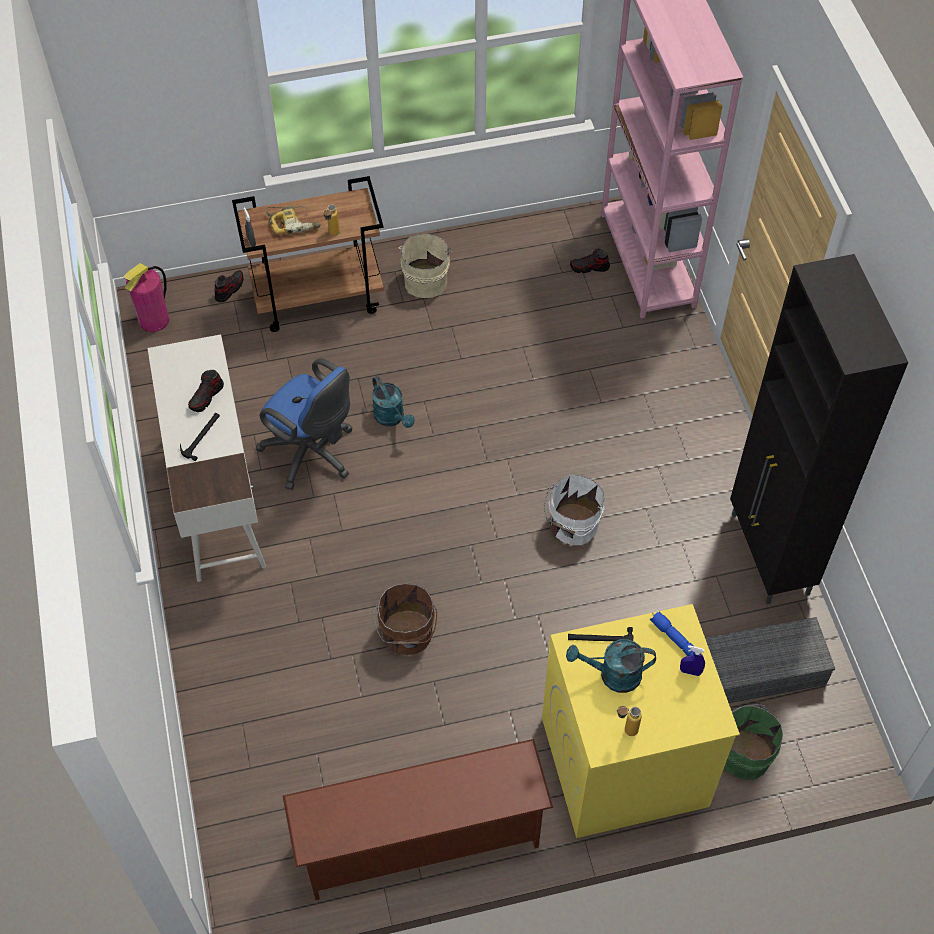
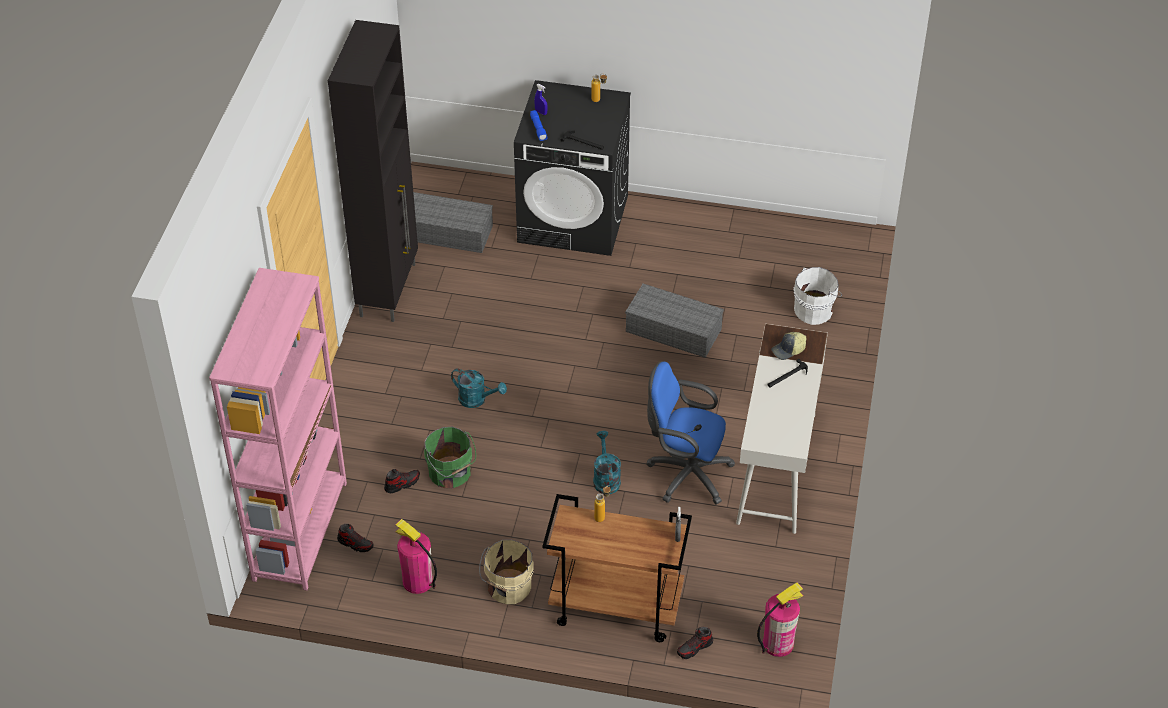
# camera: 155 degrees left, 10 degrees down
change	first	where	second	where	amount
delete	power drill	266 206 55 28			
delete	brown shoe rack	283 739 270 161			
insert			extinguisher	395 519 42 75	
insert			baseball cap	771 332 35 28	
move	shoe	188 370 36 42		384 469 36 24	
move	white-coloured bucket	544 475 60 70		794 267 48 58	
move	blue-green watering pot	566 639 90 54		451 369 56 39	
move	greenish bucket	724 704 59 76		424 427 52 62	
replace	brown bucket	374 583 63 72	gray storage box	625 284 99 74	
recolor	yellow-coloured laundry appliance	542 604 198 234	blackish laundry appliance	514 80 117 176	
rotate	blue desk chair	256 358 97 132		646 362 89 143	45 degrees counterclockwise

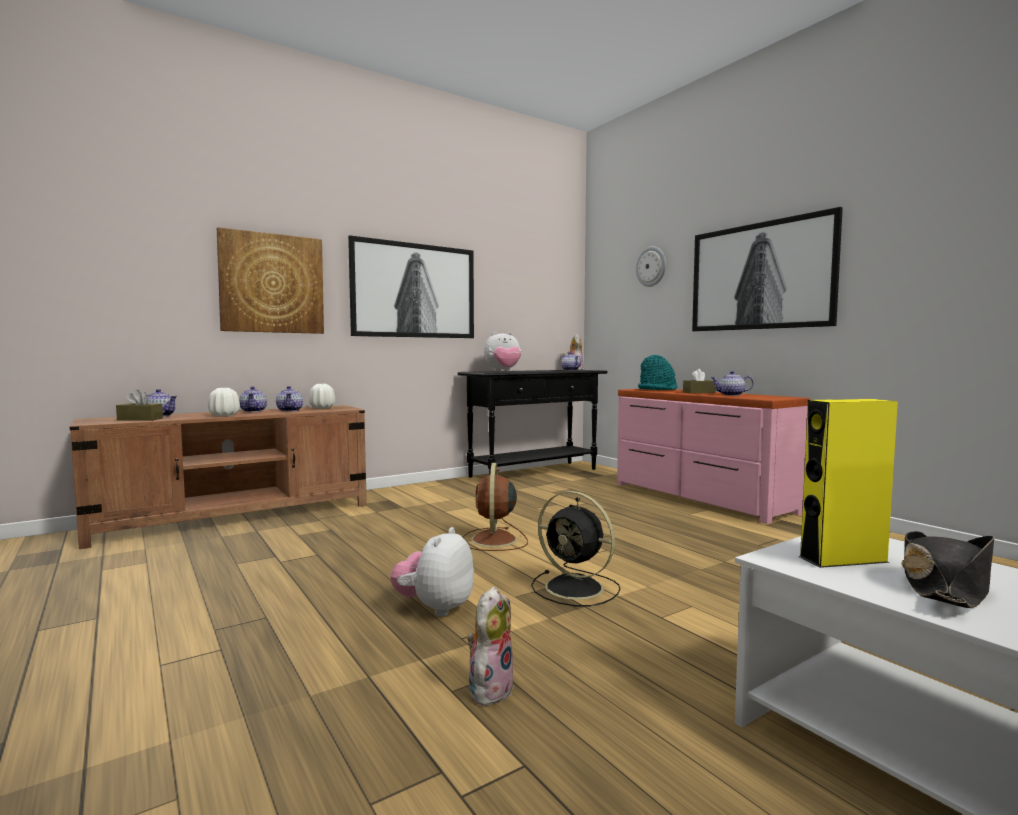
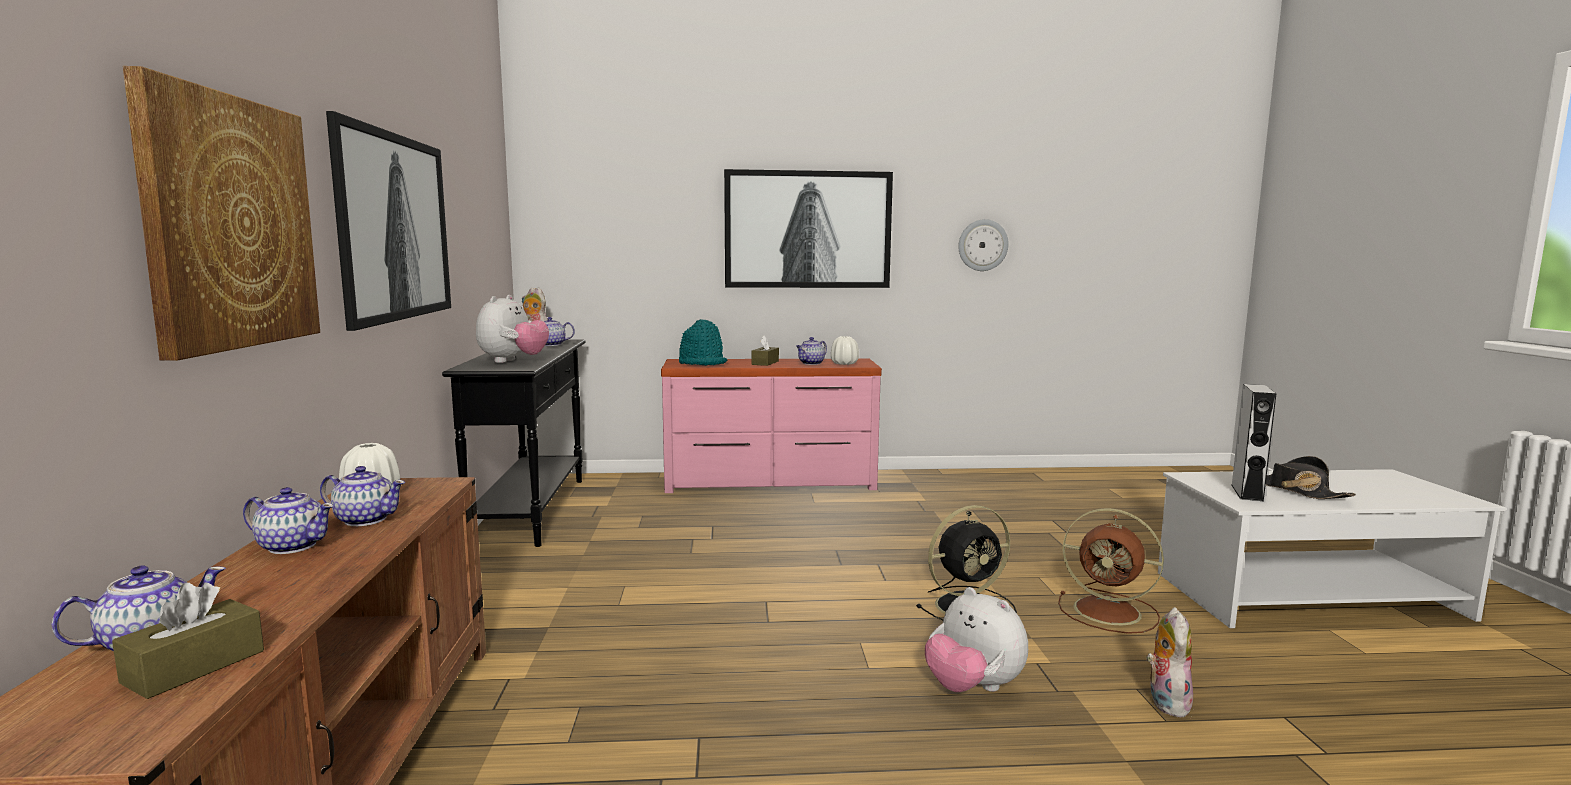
# camera: 60 degrees left, 5 degrees up
change	first	where	second	where	amount
move	white-coloured vase	208 388 32 28		831 336 28 29	
move	brown cooling fan	463 463 65 88		1058 508 106 126	
move	wall clock	636 246 30 41		958 219 51 52	
recolor	yellow-coloured speaker	798 399 100 169	gray speaker	1231 384 46 117	
rotate	plush toy	467 587 47 119		1146 607 47 110	45 degrees clockwise

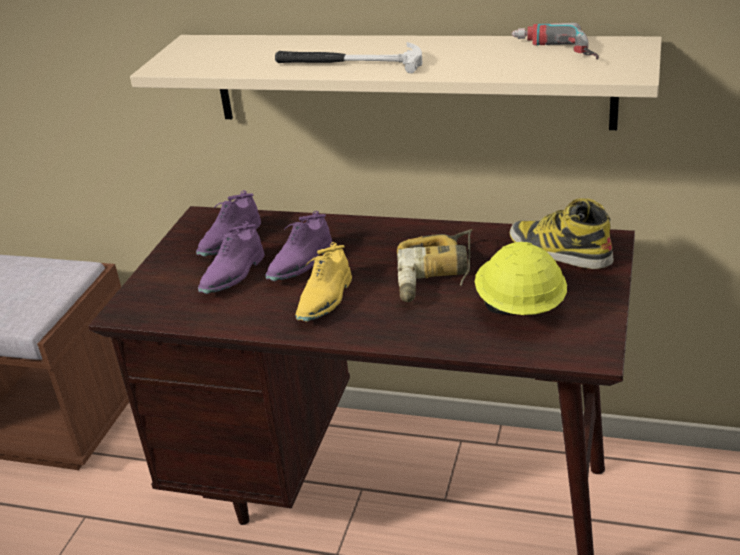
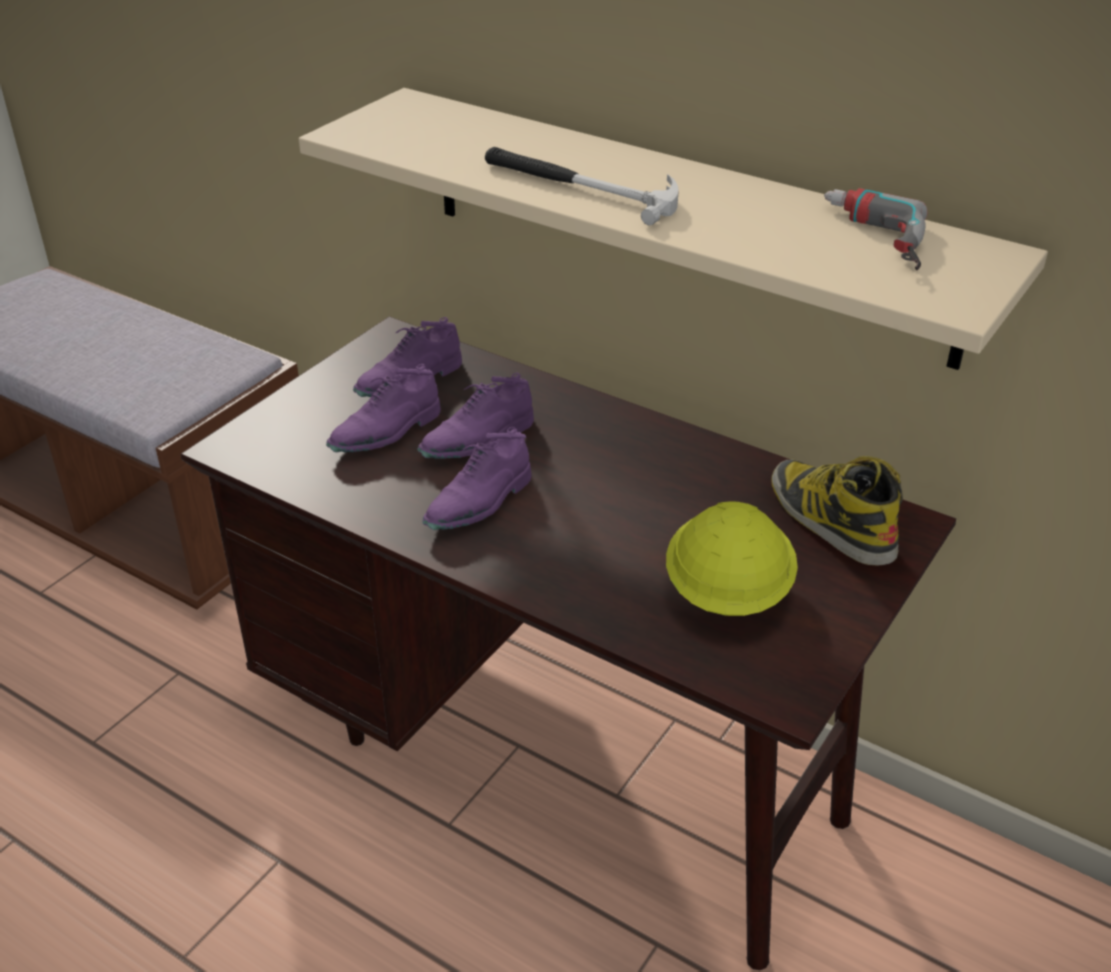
# camera: 15 degrees right, 5 degrees up
change	first	where	second	where	amount
delete	power drill	397 229 75 73			
recolor	yellow-coloured shoe	296 242 56 80	purplish shoe	423 427 109 103	

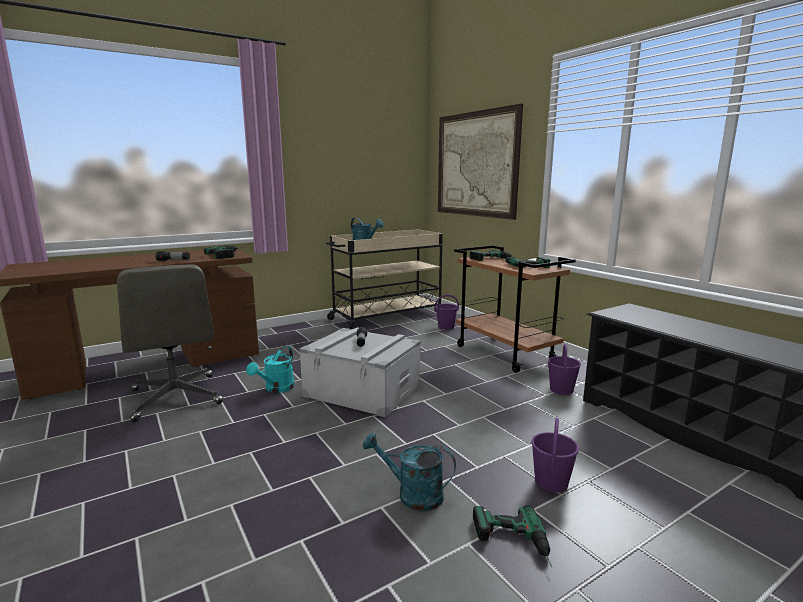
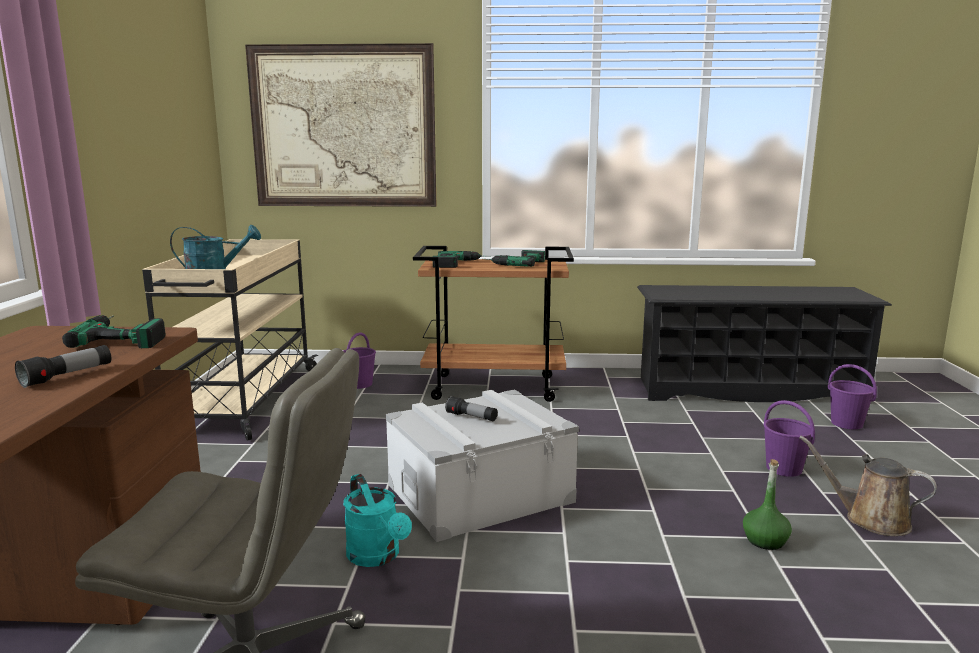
# camera: 55 degrees left, 0 degrees up
change	first	where	second	where	amount
move	purplish bucket	548 344 33 51		828 364 49 65	
replace	blue-green watering pot	362 432 94 79	greenish bottle	743 459 49 91	
replace	power drill	473 505 79 63	brown watering pot	799 436 138 100	

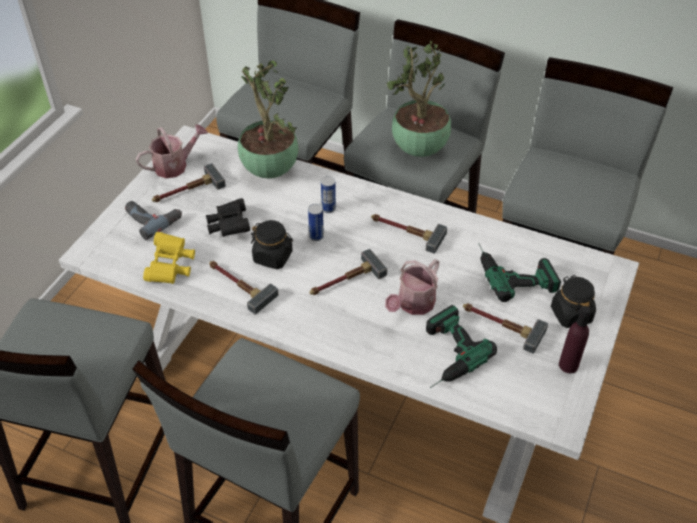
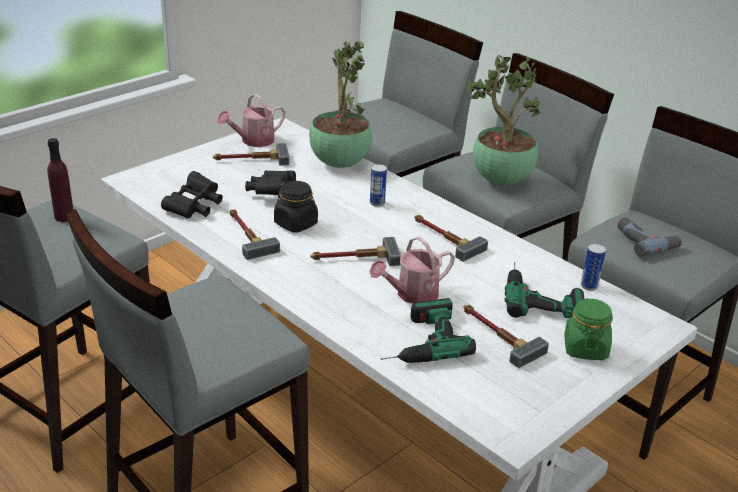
# camera: 20 degrees right, 15 degrees down
change	first	where	second	where	amount
move	power drill	125 201 57 39		617 217 66 40	
move	sealed can	308 204 16 37		581 244 25 47	
move	purplish bottle	559 306 32 67		48 138 25 84	
recolor	yellow-coloured binoculars	143 232 52 52	blackish binoculars	161 171 62 48	
recolor	blackish jar	551 275 45 53	greenish jar	564 298 49 62	
rotate	watering pot	136 124 72 54		217 94 69 53	150 degrees clockwise

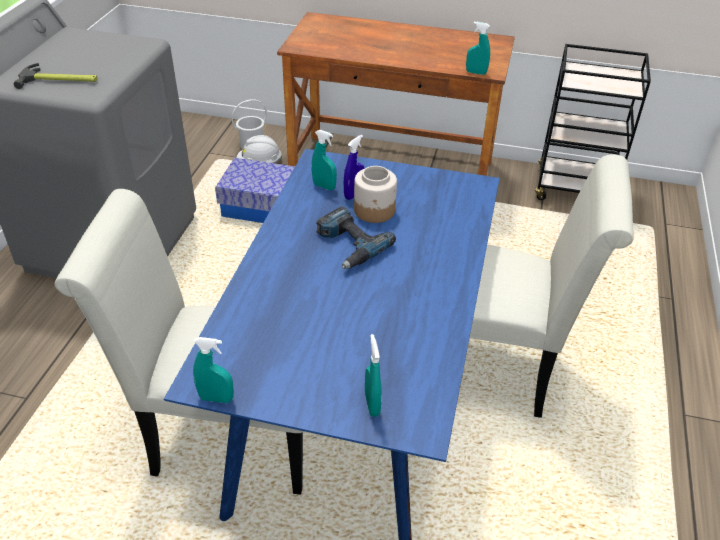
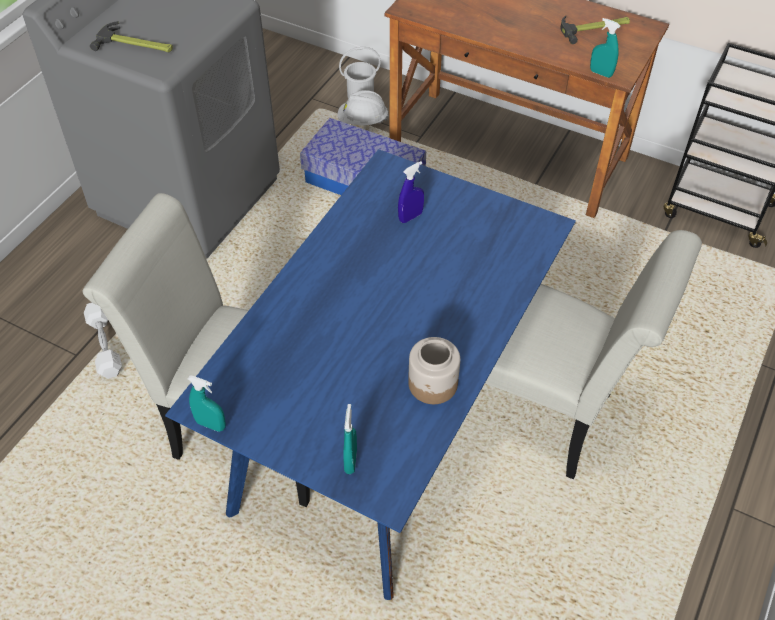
# camera: 15 degrees right, 10 degrees up
change	first	where	second	where	amount
delete	blue-green spray bottle	311 130 26 60			
delete	power drill	316 207 80 62			
insert			white-coloured free weight	84 303 38 76	
insert			hammer	560 16 70 28	
move	jar	354 166 43 57		408 337 52 67	

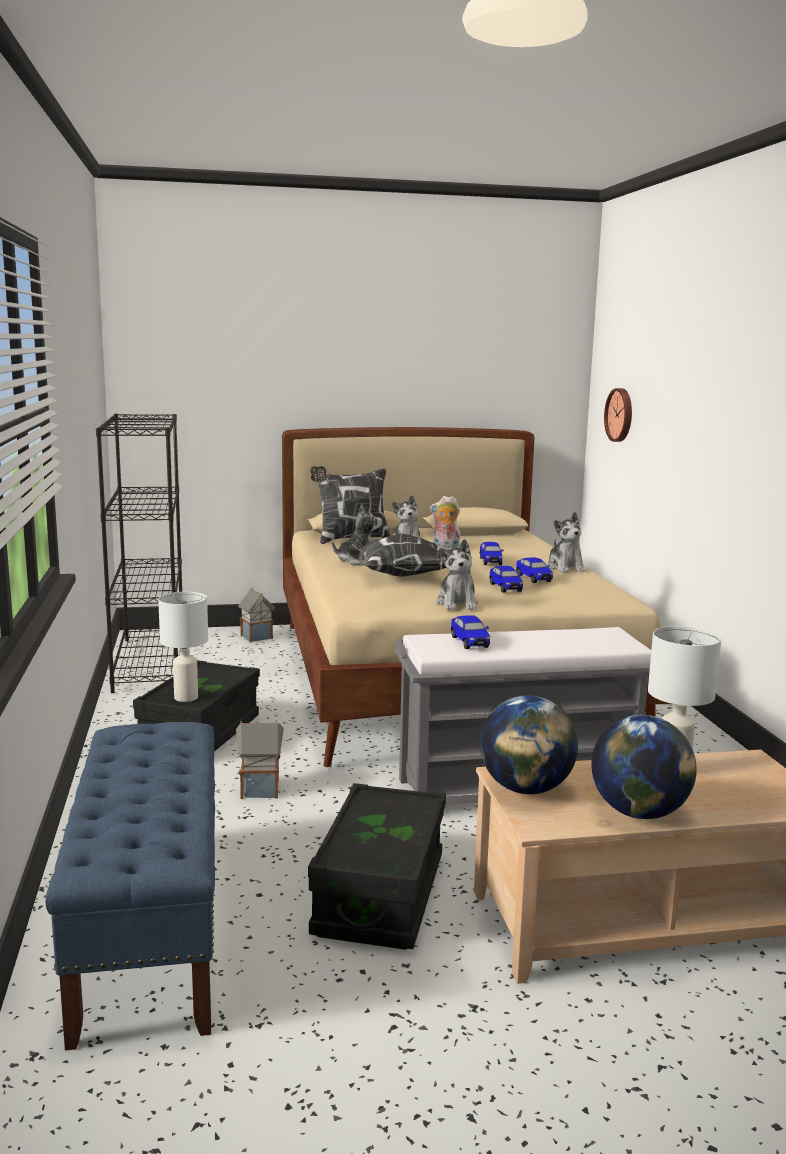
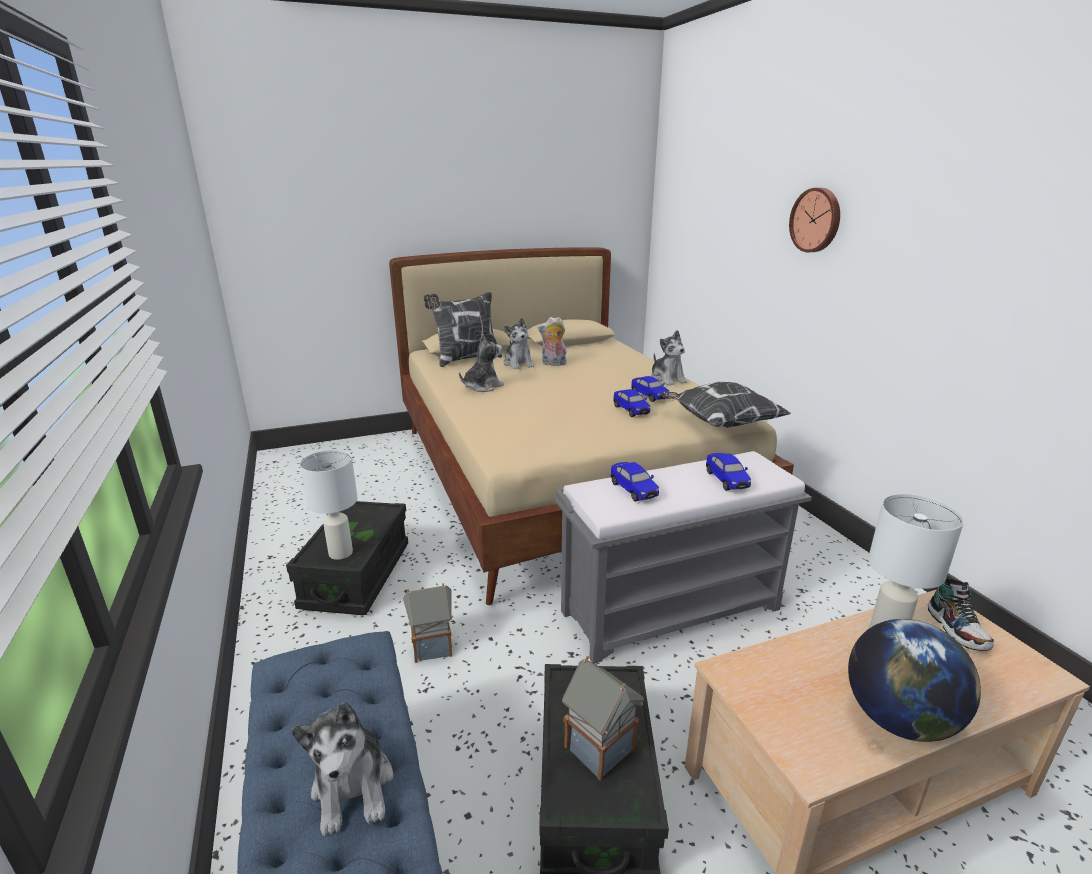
# camera: 10 degrees left, 10 degrees up
change	first	where	second	where	amount
delete	blackish bookshelf	96 414 86 279			
delete	desk globe	480 695 98 99			
insert			shoe	928 578 66 73	
move	miniature house	238 588 37 55		562 656 82 125	
move	throw pillow	349 534 98 43		660 382 131 46	
move	plush toy	436 539 42 71		291 701 102 135	
move	miniature car	480 542 24 23		706 453 45 38	
move	wall clock	604 388 28 54		789 188 51 64	

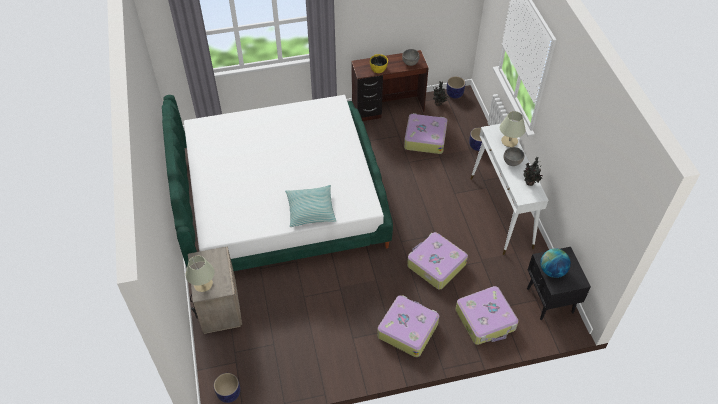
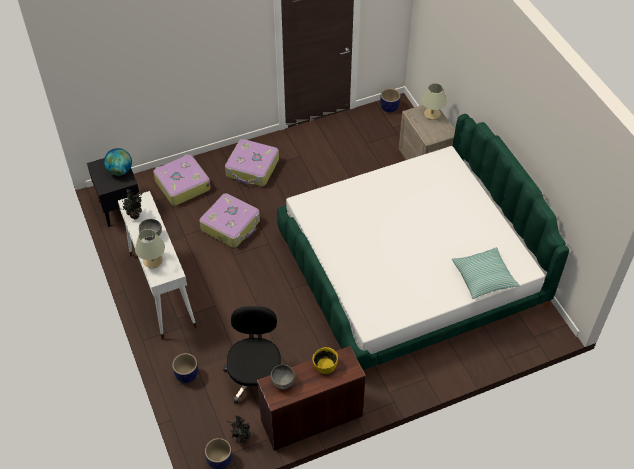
# camera: 170 degrees right, 0 degrees up
change	first	where	second	where	amount
move	throw pillow	285 185 51 42		452 247 68 52	
replace	travel case	404 113 43 41	blackish desk chair	223 306 65 98	

